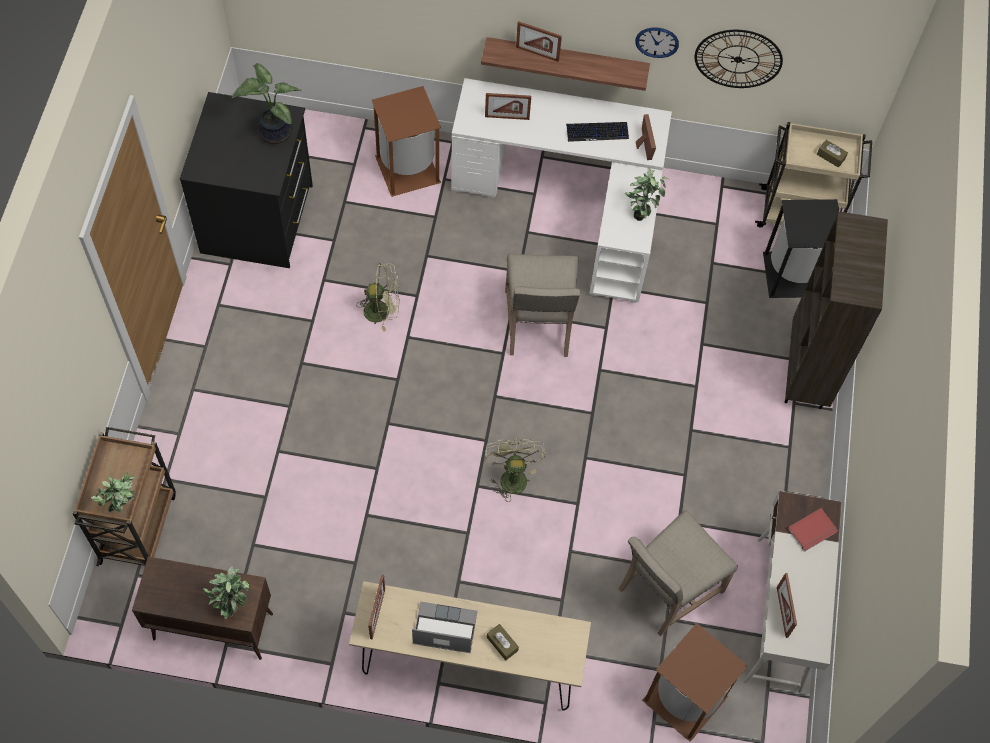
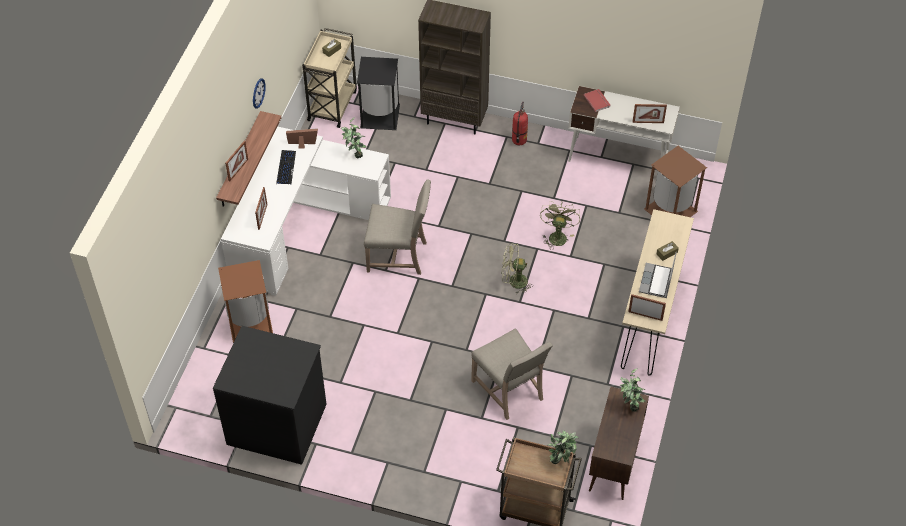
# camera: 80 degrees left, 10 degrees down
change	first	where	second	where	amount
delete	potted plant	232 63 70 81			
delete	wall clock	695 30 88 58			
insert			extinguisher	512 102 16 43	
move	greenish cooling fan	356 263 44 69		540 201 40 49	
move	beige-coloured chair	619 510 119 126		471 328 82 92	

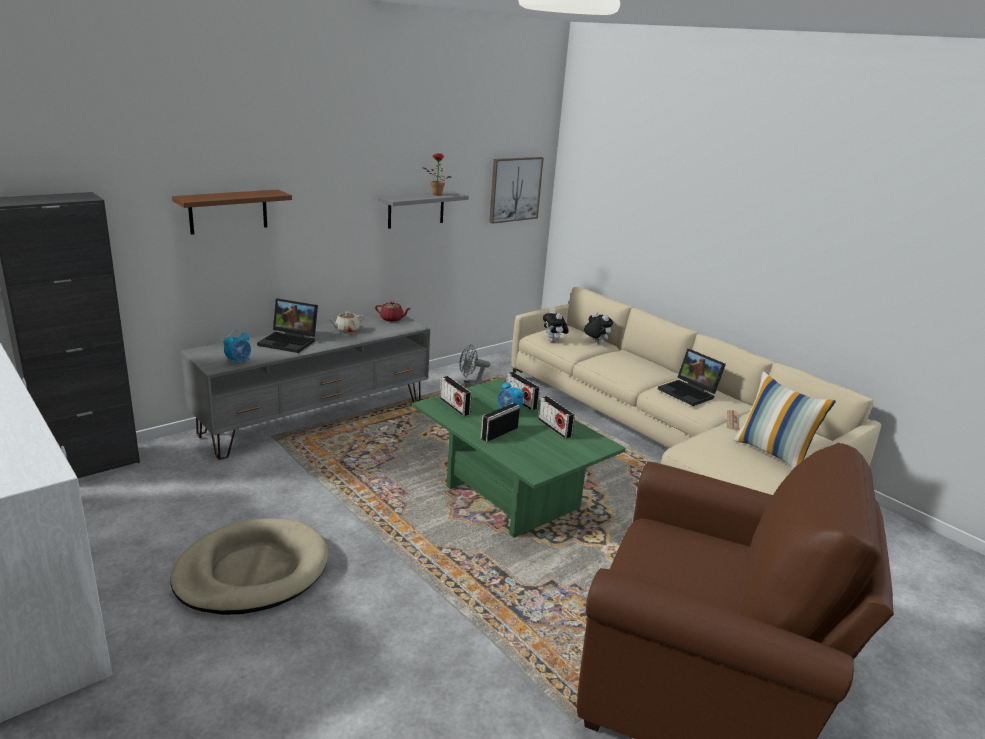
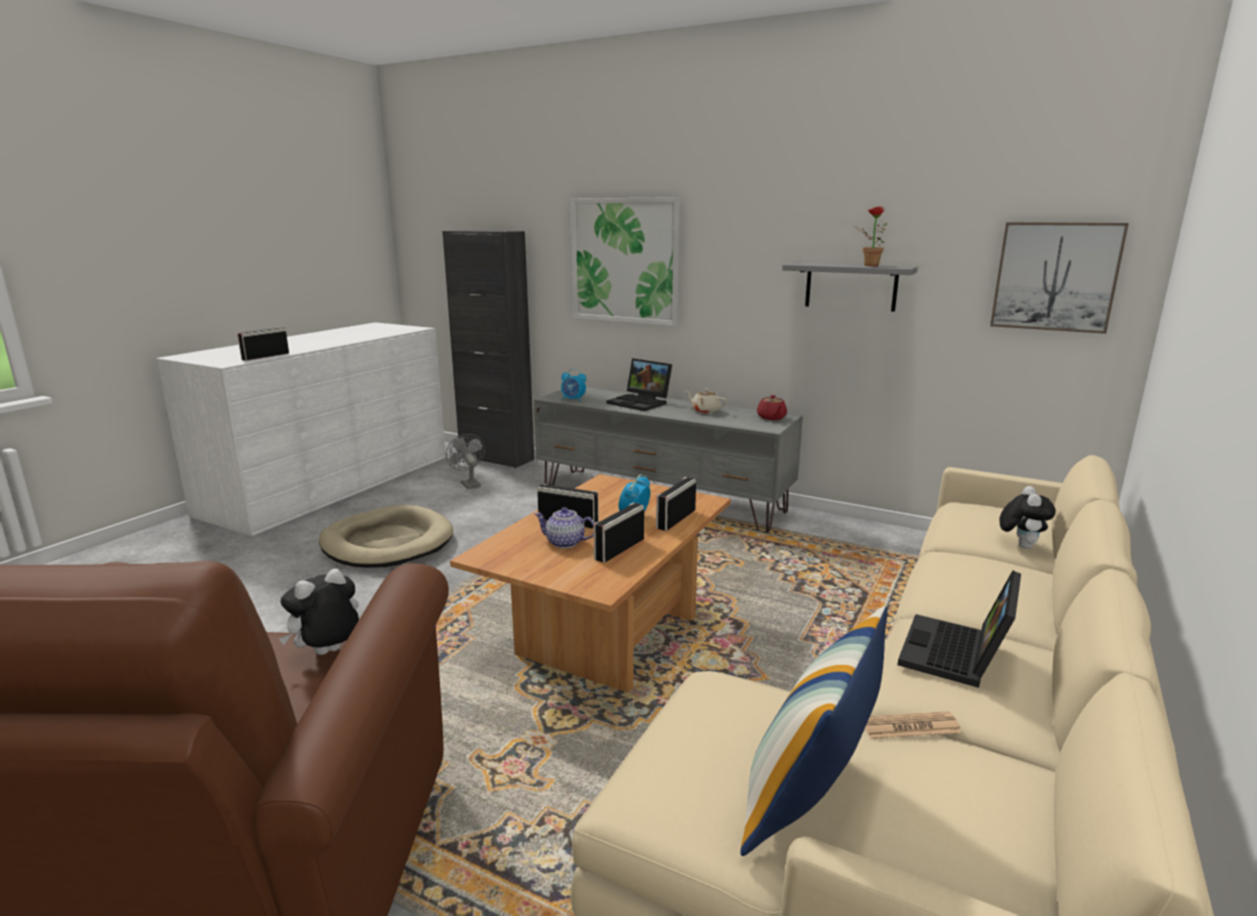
# camera: 70 degrees right, 5 degrees down
change	first	where	second	where	amount
insert			teapot	534 507 61 41	
move	radio	440 376 31 40		237 327 52 34	
move	gray cooling fan	459 344 31 43		446 434 39 55	
move	plush toy	543 309 26 33		279 568 80 87	
replace	brown wall shelf	172 189 120 46	picture	571 197 110 129	
recolor	greenish coffee table	413 379 213 159	brown coffee table	450 474 281 219	
rotate	portable computer	257 299 61 54		607 358 65 53	45 degrees counterclockwise

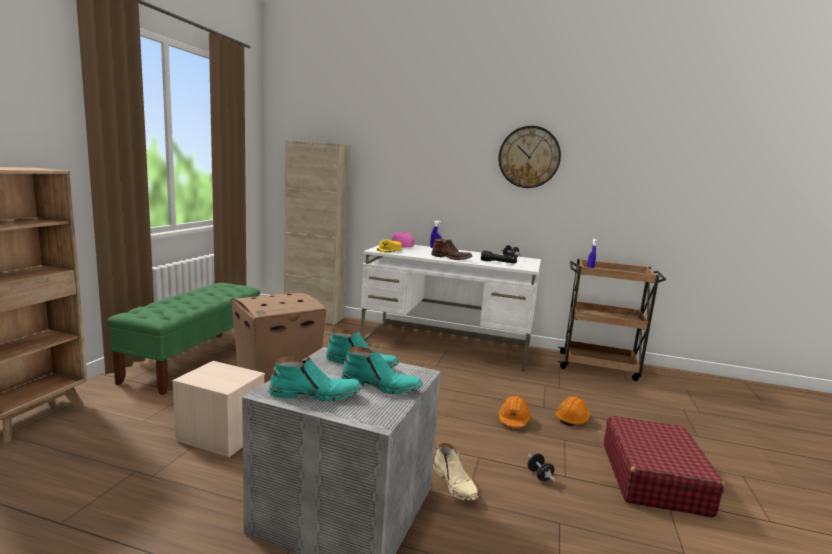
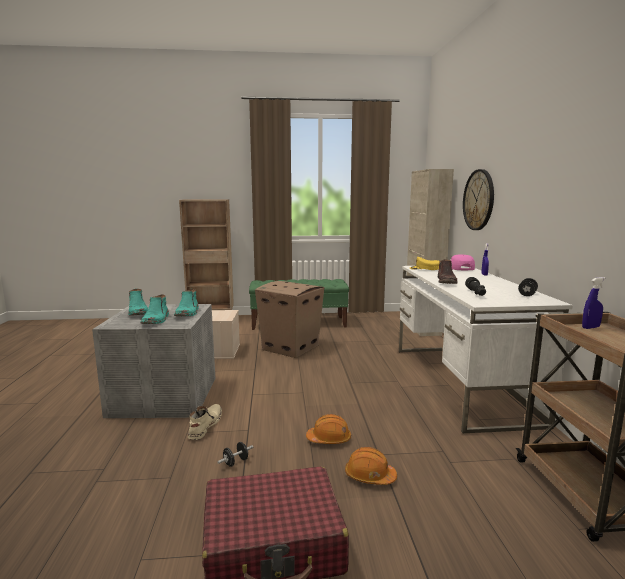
# camera: 70 degrees right, 0 degrees up
change	first	where	second	where	amount
move	wall clock	499 126 62 62		463 169 31 61	
rotate	beige-coloured boot	433 443 47 58		188 404 34 36	150 degrees clockwise

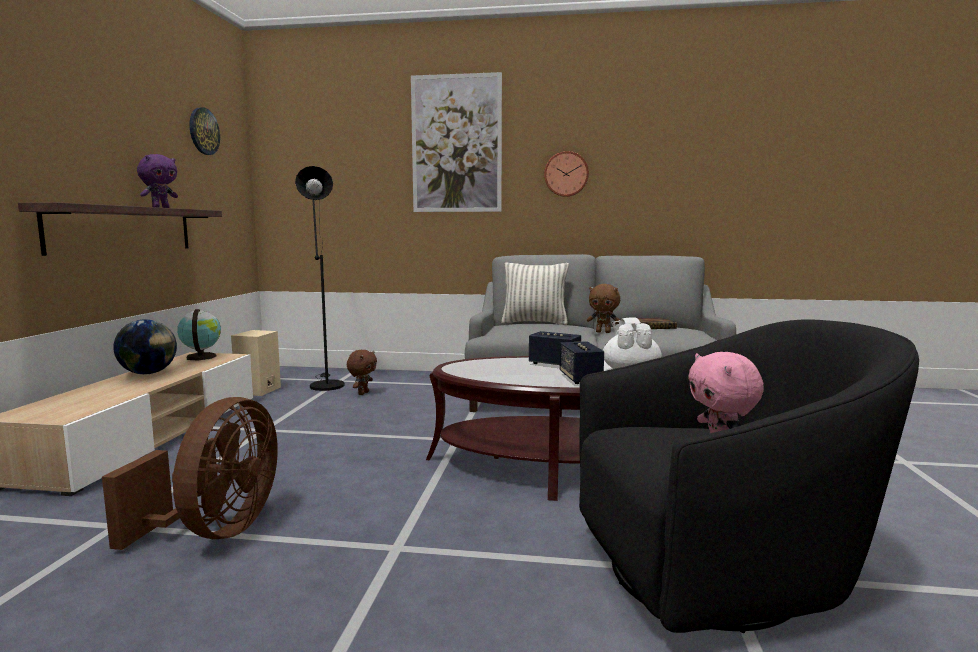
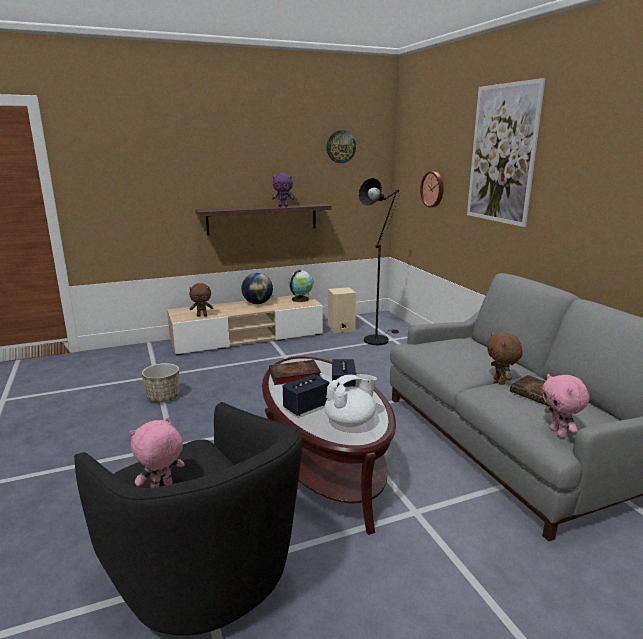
# camera: 60 degrees right, 10 degrees up
change	first	where	second	where	amount
delete	throw pillow	501 263 68 62			
insert			book	269 360 52 25	
insert			pink plush toy	542 374 47 64	
move	brown plush toy	347 350 30 45		189 283 24 34	
move	wall clock	544 151 45 46		420 172 24 35	
replace	brown cooling fan	102 397 176 153	flower pot	142 363 38 39	

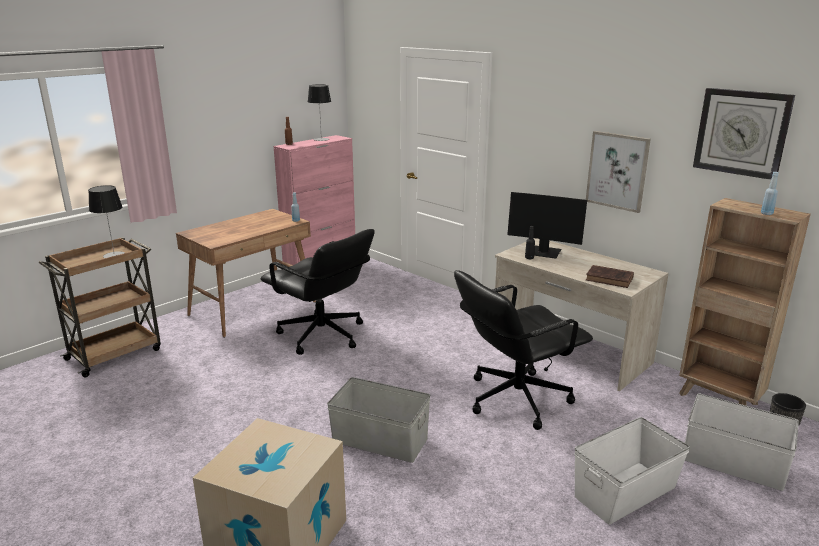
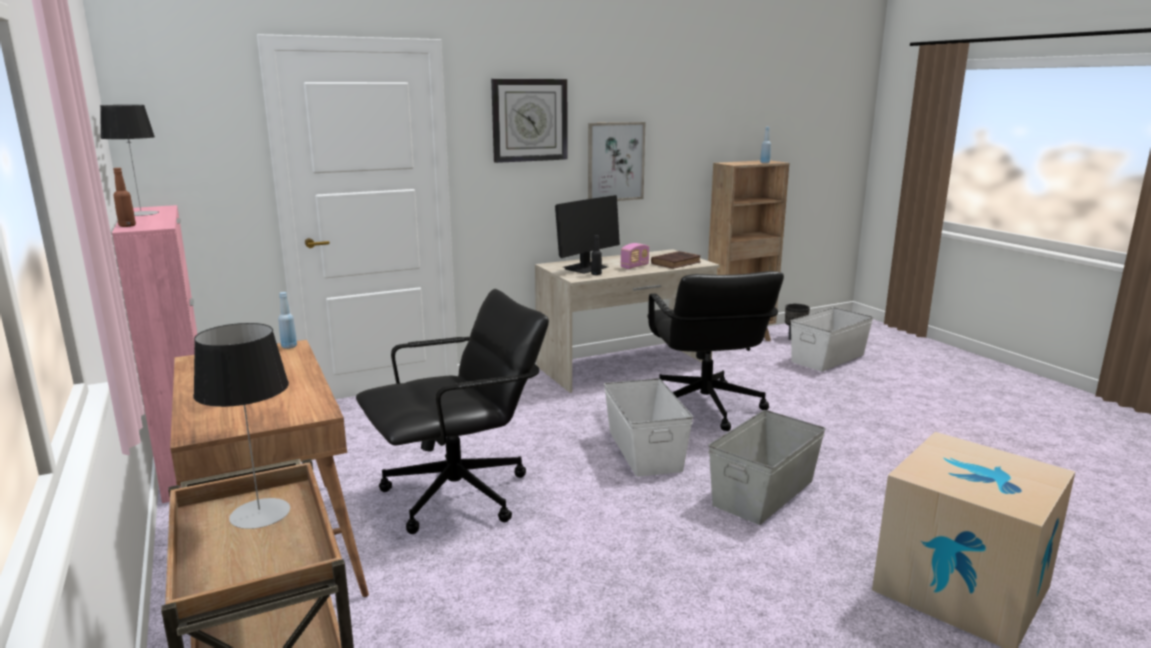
# camera: 70 degrees left, 5 degrees down
change	first	where	second	where	amount
insert			radio	620 243 29 26	
move	white-coloured storage box	574 417 116 108		604 378 89 99	
move	wall clock	693 88 102 92		491 79 77 84	

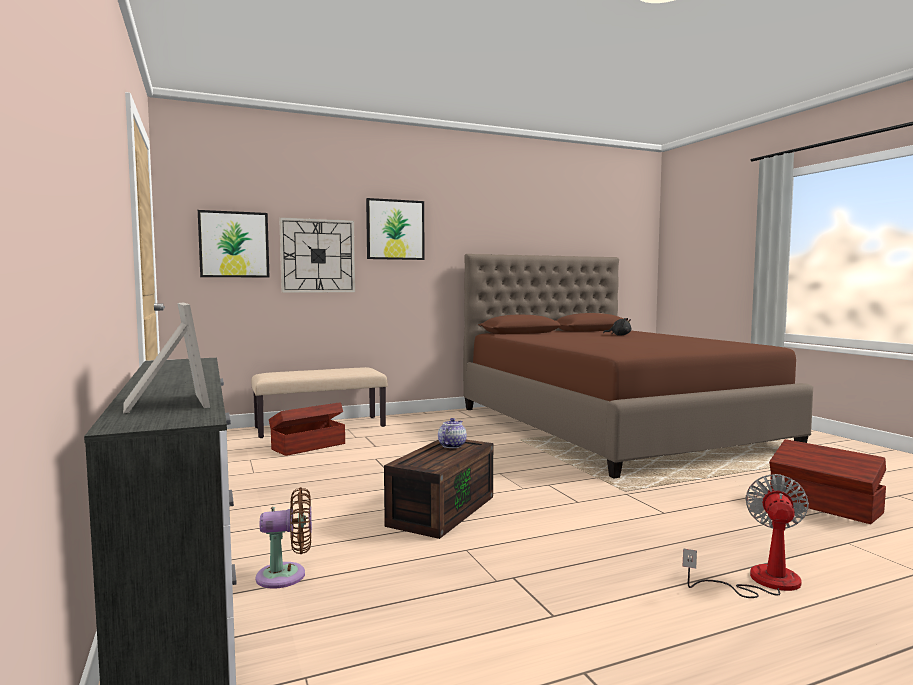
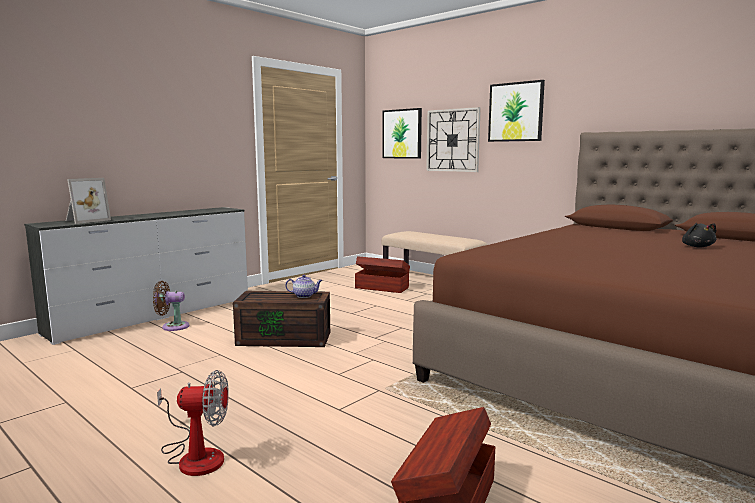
# camera: 65 degrees right, 5 degrees up
change	first	where	second	where	amount
rotate	brown cooling fan	256 487 56 102		153 281 36 50	120 degrees clockwise

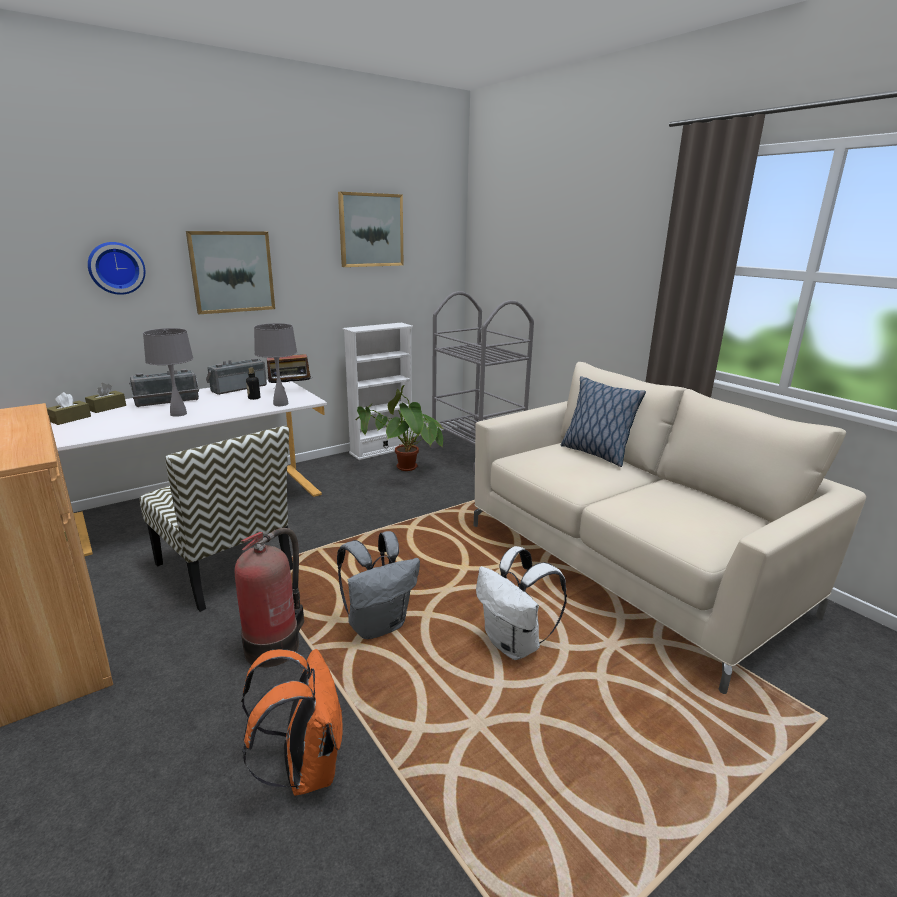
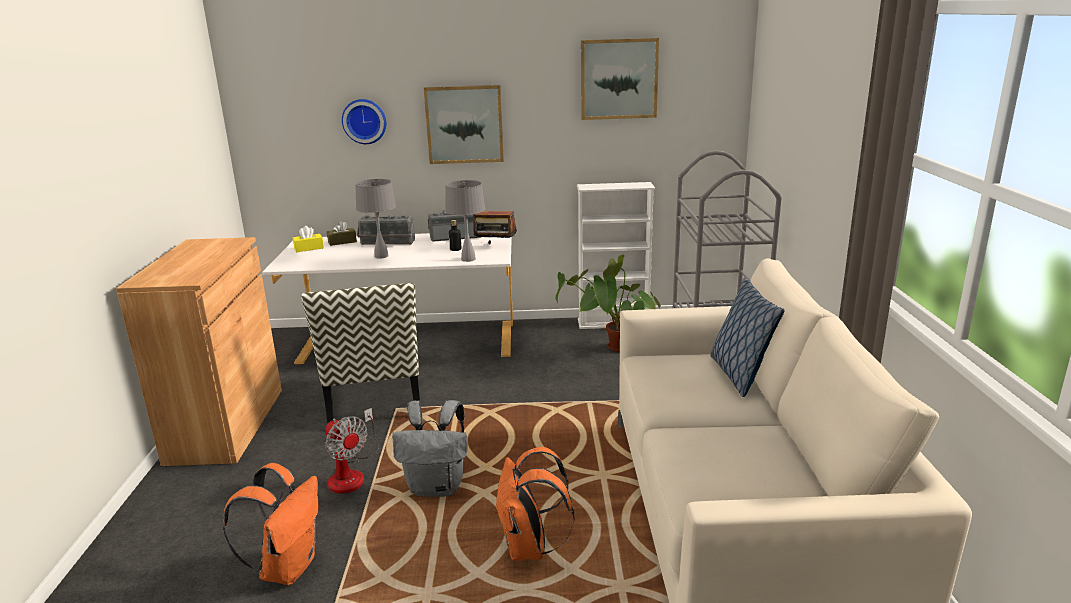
# camera: 35 degrees right, 0 degrees up
change	first	where	second	where	amount
replace	extinguisher	235 528 69 139	cooling fan	325 408 54 86	
recolor	brown tissue holder	47 392 44 33	yellow-coloured tissue holder	293 226 31 26	
recolor	white-coloured rucksack	476 546 91 114	orange-coloured rucksack	495 447 79 114	

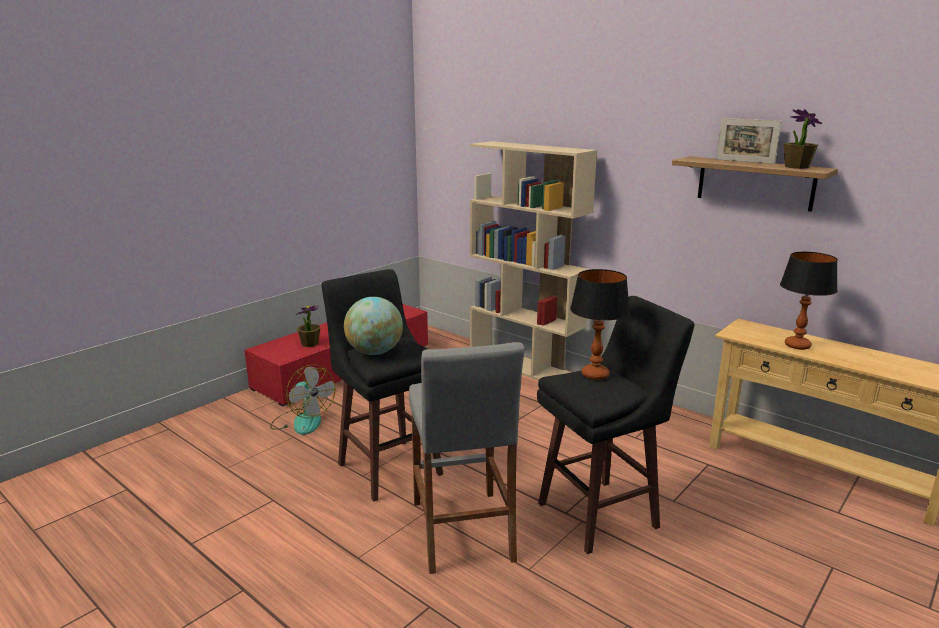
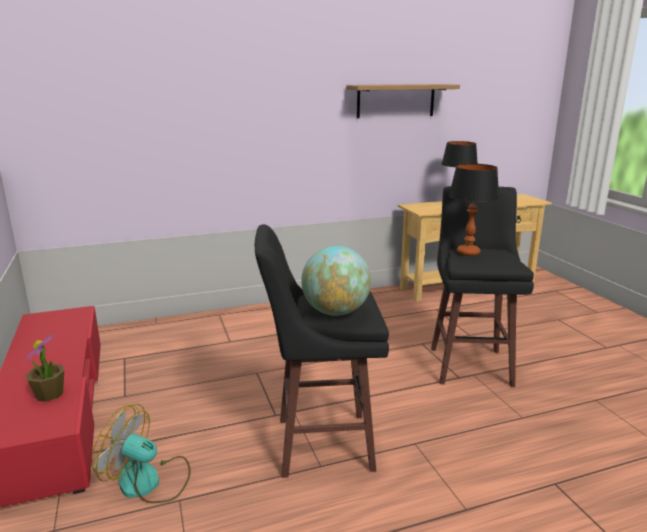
# camera: 60 degrees left, 0 degrees up
change	first	where	second	where	amount
delete	gray stool	409 342 115 232			
delete	beige-coloured bookshelf	470 141 127 240			
delete	photo frame	716 118 65 46			
delete	potted plant	784 109 38 60			
rotate	cooling fan	270 365 65 70		91 404 100 99	150 degrees counterclockwise

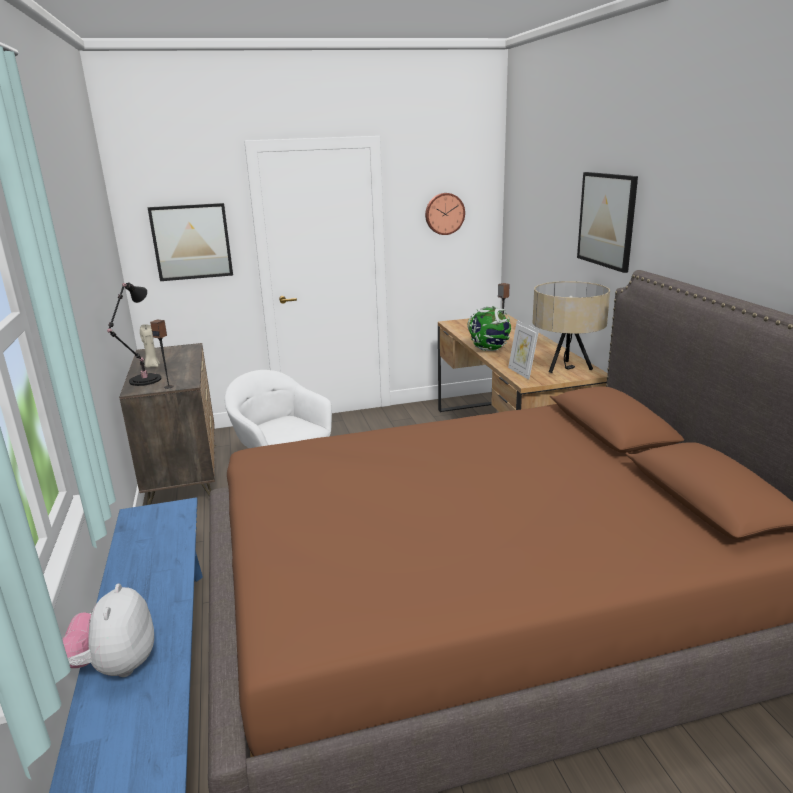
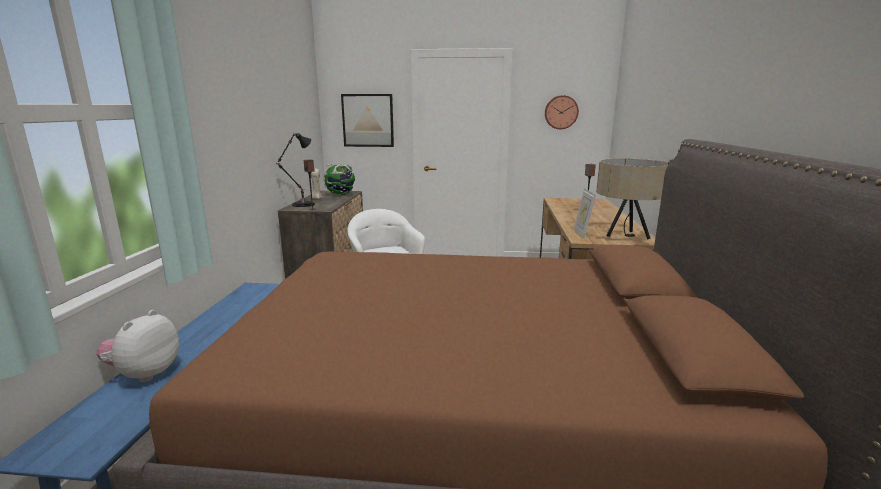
# camera: 20 degrees right, 5 degrees down
change	first	where	second	where	amount
delete	picture	577 172 61 101			
move	desk globe	467 306 44 45		323 163 32 32	

